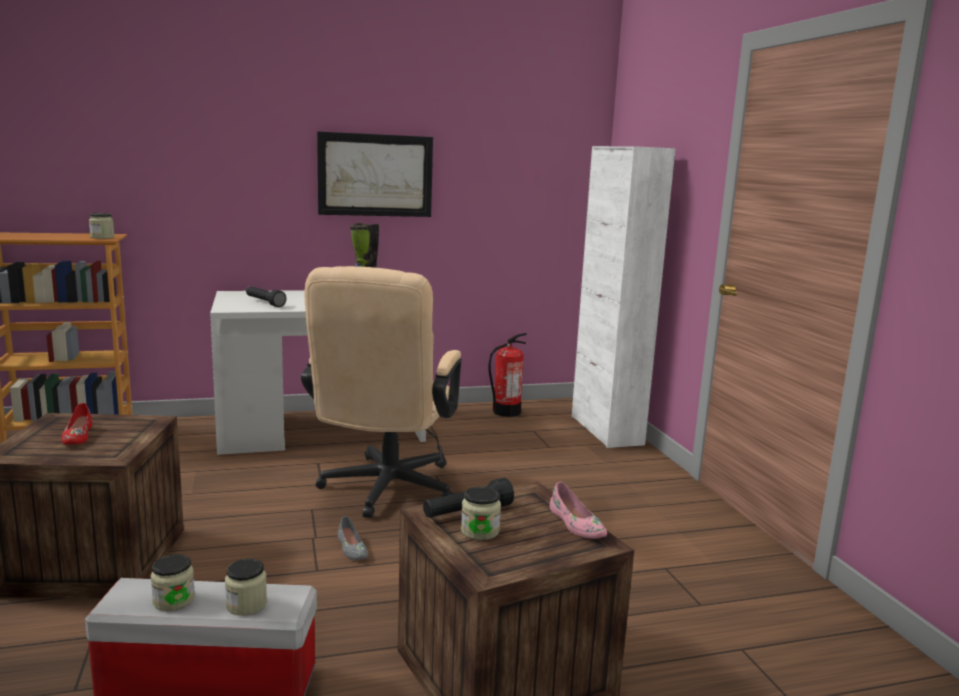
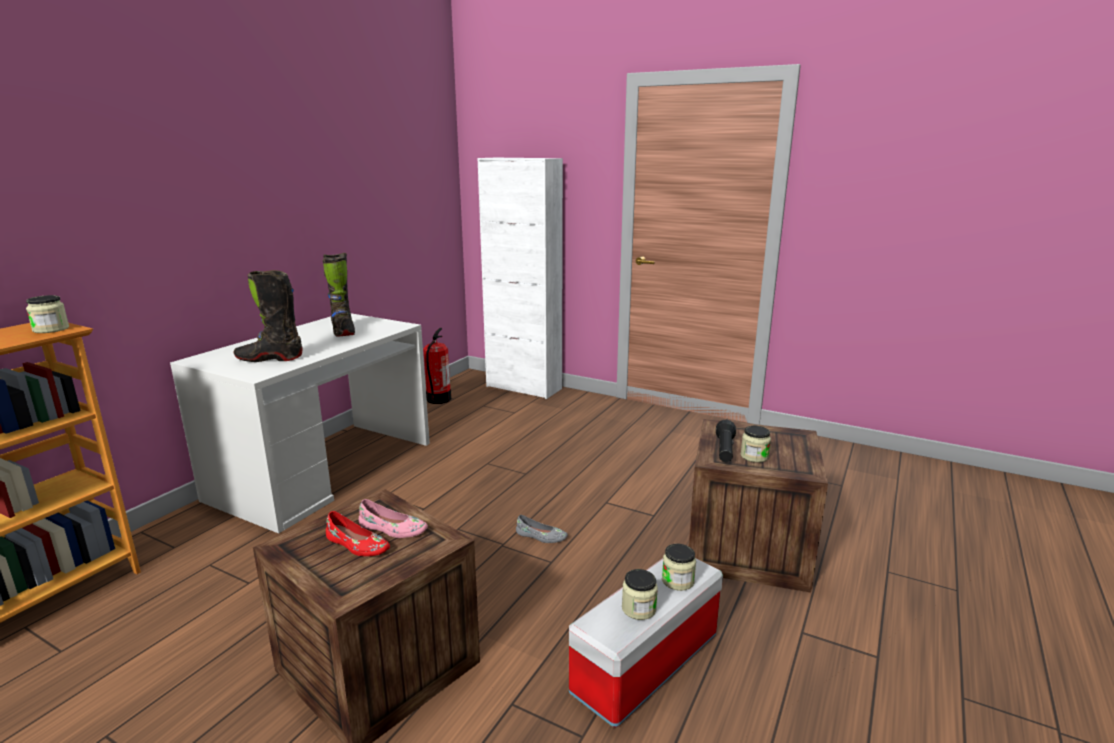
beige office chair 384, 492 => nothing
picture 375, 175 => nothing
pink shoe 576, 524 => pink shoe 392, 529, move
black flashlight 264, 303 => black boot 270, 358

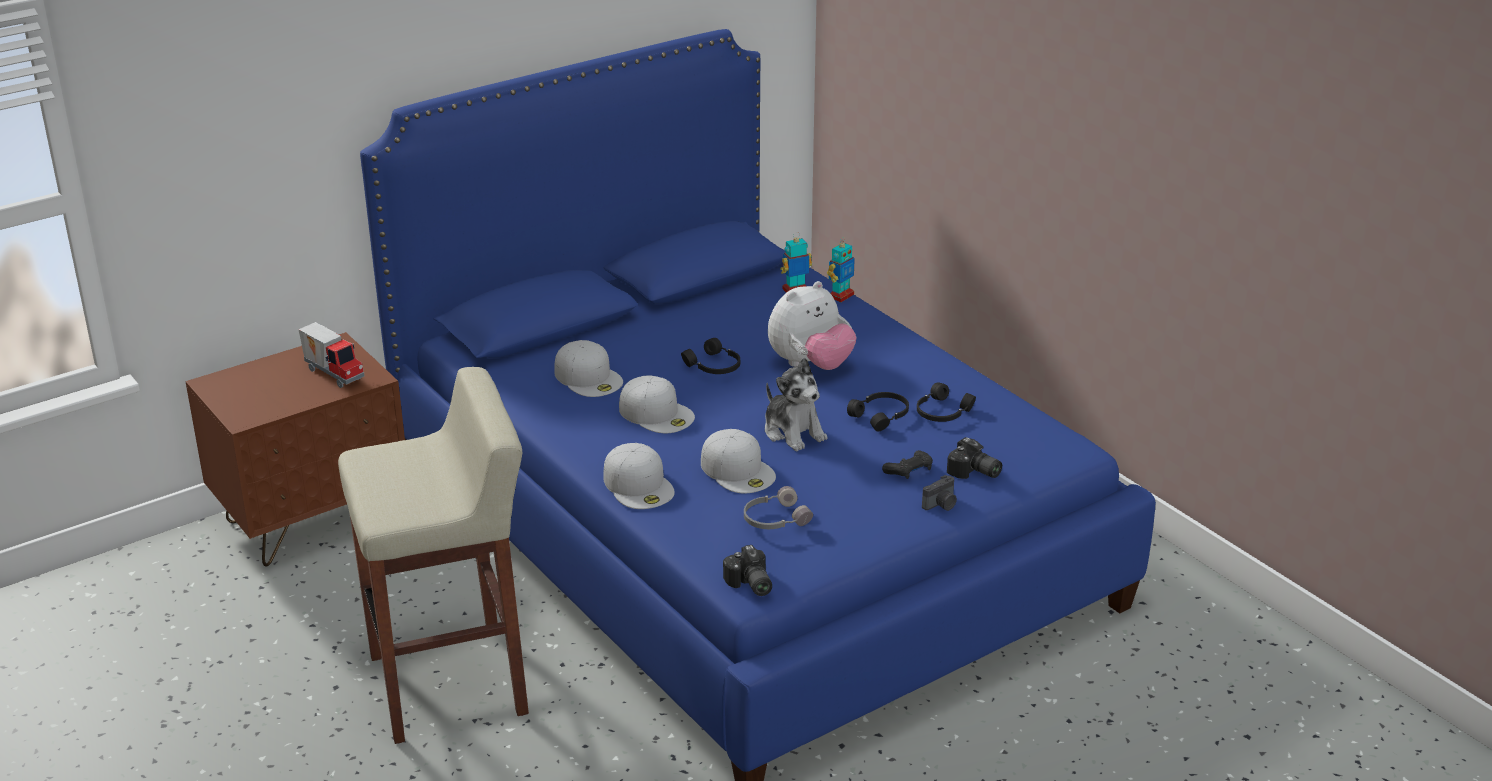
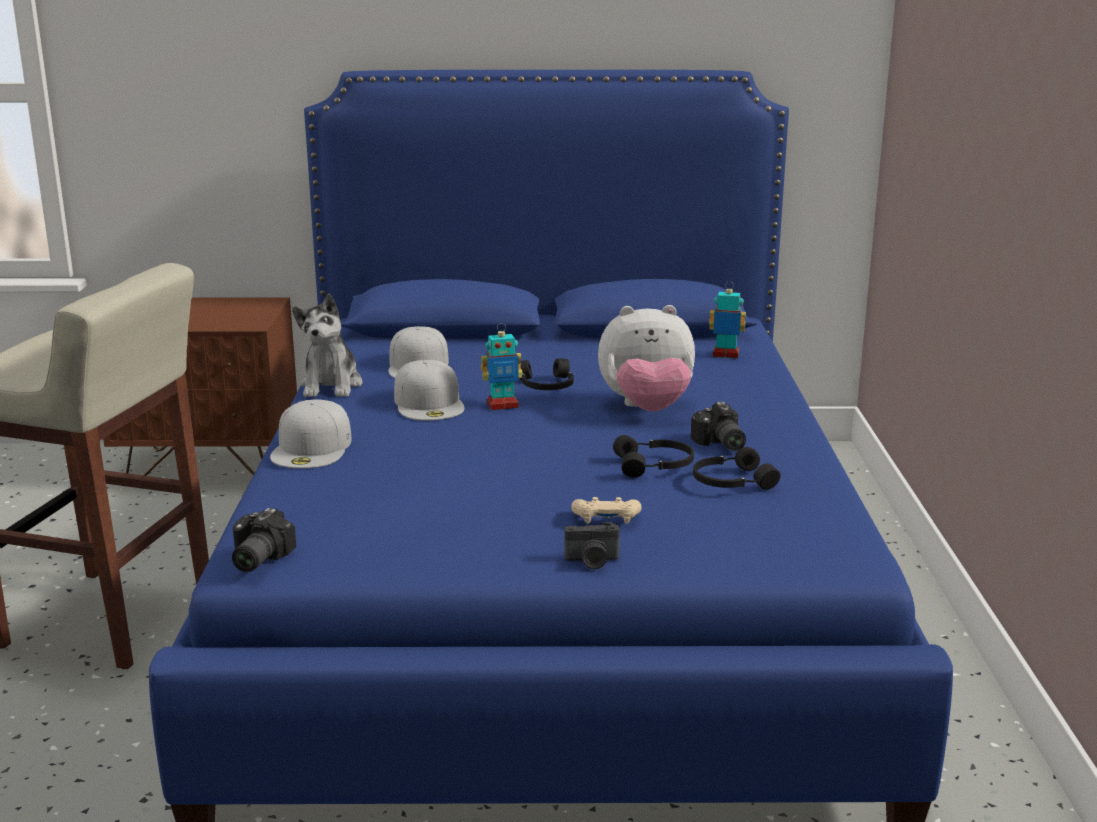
toy truck 335, 373 => nothing
white cap 738, 470 => nothing
grey headphones 774, 519 => nothing
plush toy 793, 432 => plush toy 331, 385, move
toy robot 841, 296 => toy robot 502, 405, move
photo camera 974, 473 => photo camera 719, 444, move
black game controller 909, 471 => beige game controller 606, 519

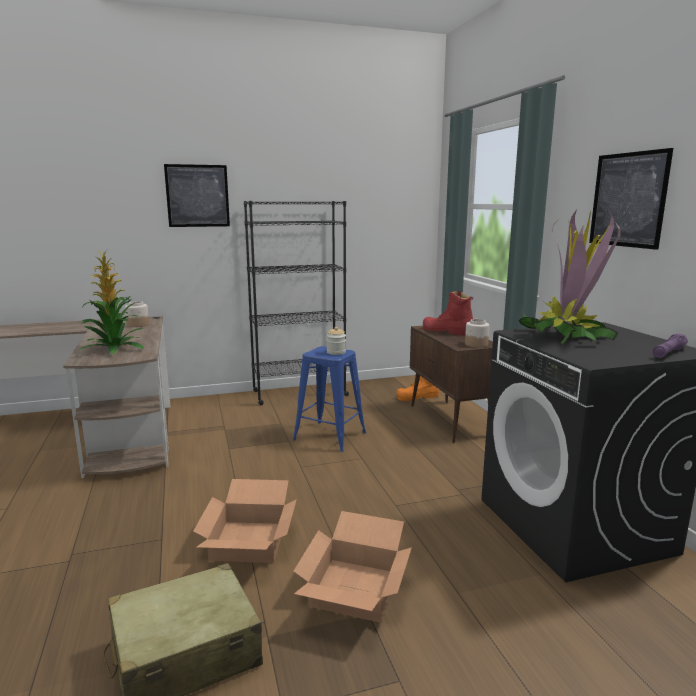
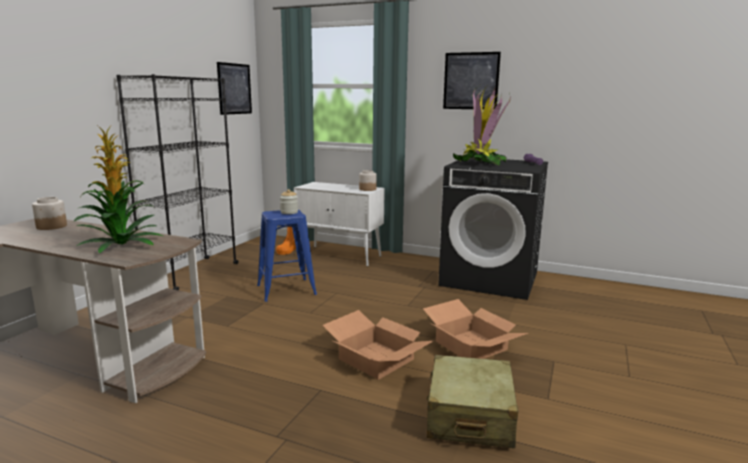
red boot 446, 331 => nothing
picture 197, 196 => picture 234, 89, move
brown cabinet 450, 421 => white cabinet 340, 256

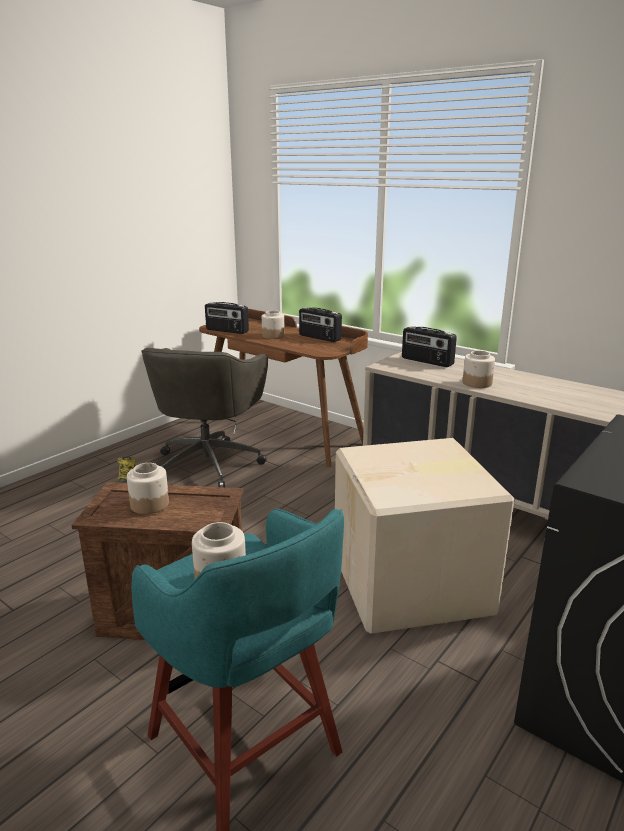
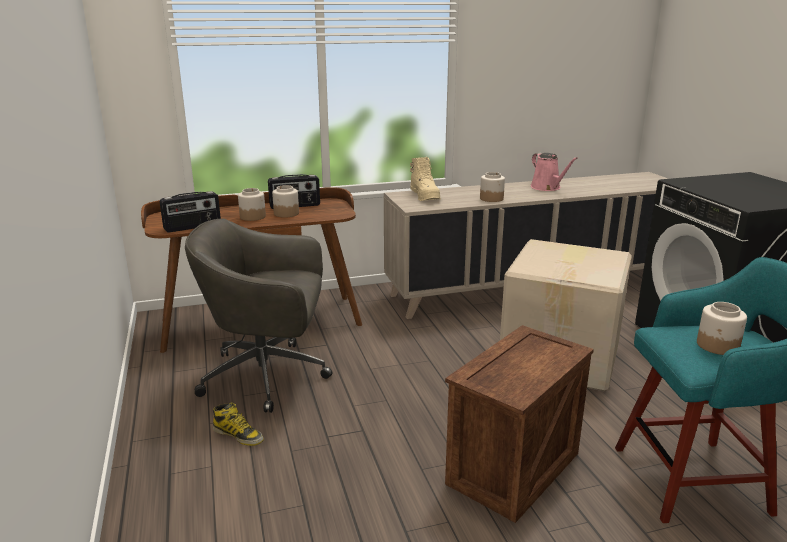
nothing => pink watering can 547, 188
jar 150, 504 => jar 286, 213, move
radio 427, 361 => beige boot 425, 196
grey office chair 209, 463 => grey office chair 268, 376, 135 degrees clockwise

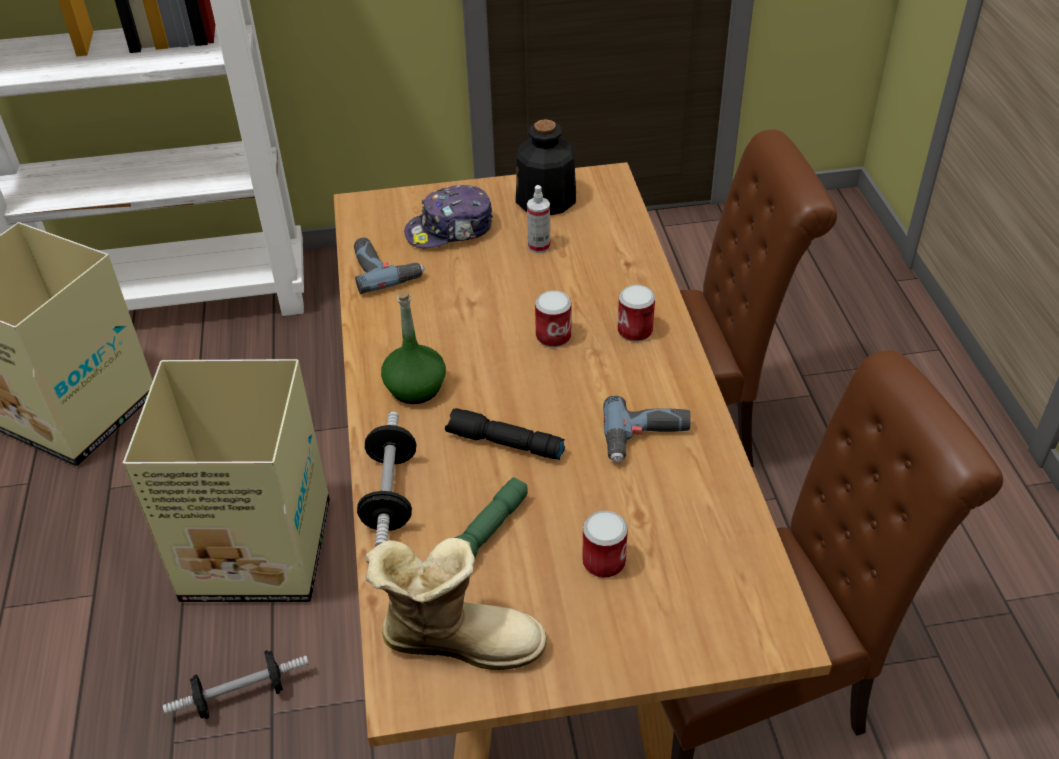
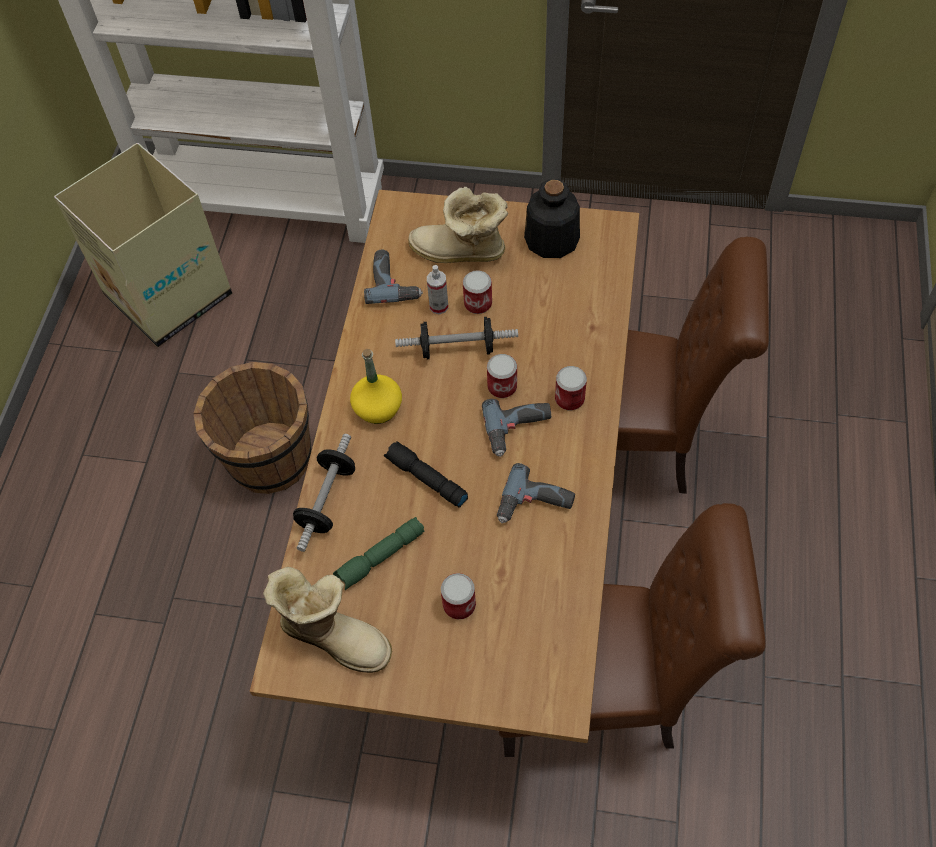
nothing => can 478, 303
nothing => power drill 519, 430
dumbbell 241, 696 => dumbbell 457, 348, move
spray bottle 539, 246 => spray bottle 439, 306, move
cardboard box 254, 550 => brown bucket 269, 458
cap 450, 230 => boot 460, 253
green bottle 415, 388 => yellow bottle 377, 408

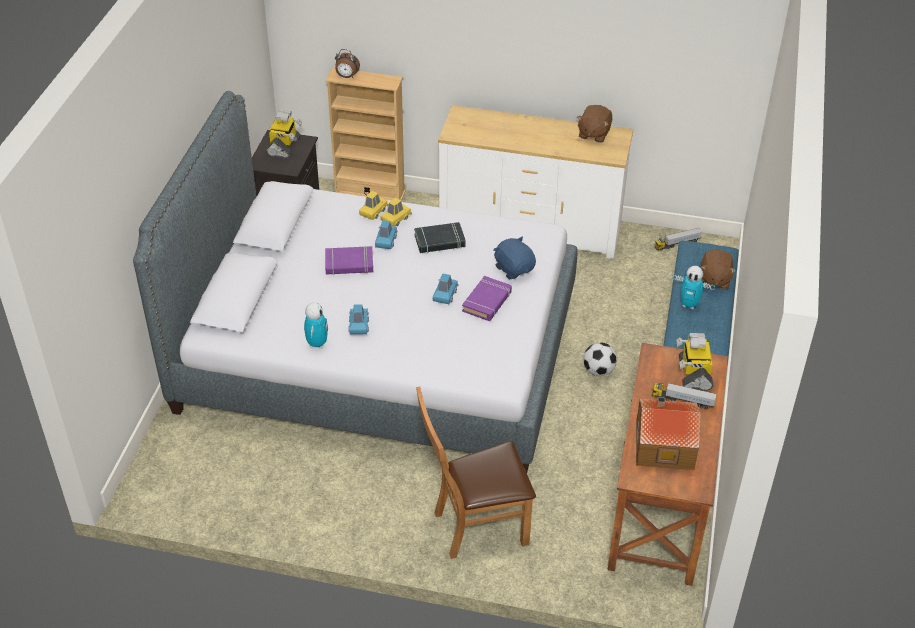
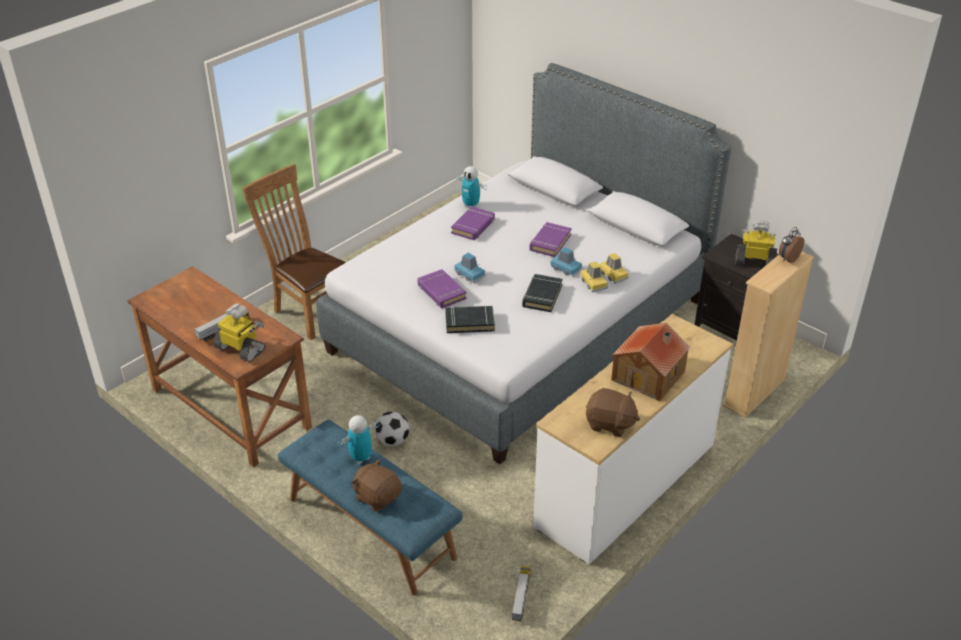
toy house 663, 444 => toy house 650, 375, move
blue toy car 358, 325 => purple book 473, 226
blue plush toy 514, 269 => black book 469, 322
toy robot 284, 147 => toy robot 755, 261, 150 degrees clockwise
brown chair 474, 527 => brown chair 309, 311, 60 degrees counterclockwise
brown plush toy 593, 134 => brown plush toy 610, 424, 150 degrees clockwise

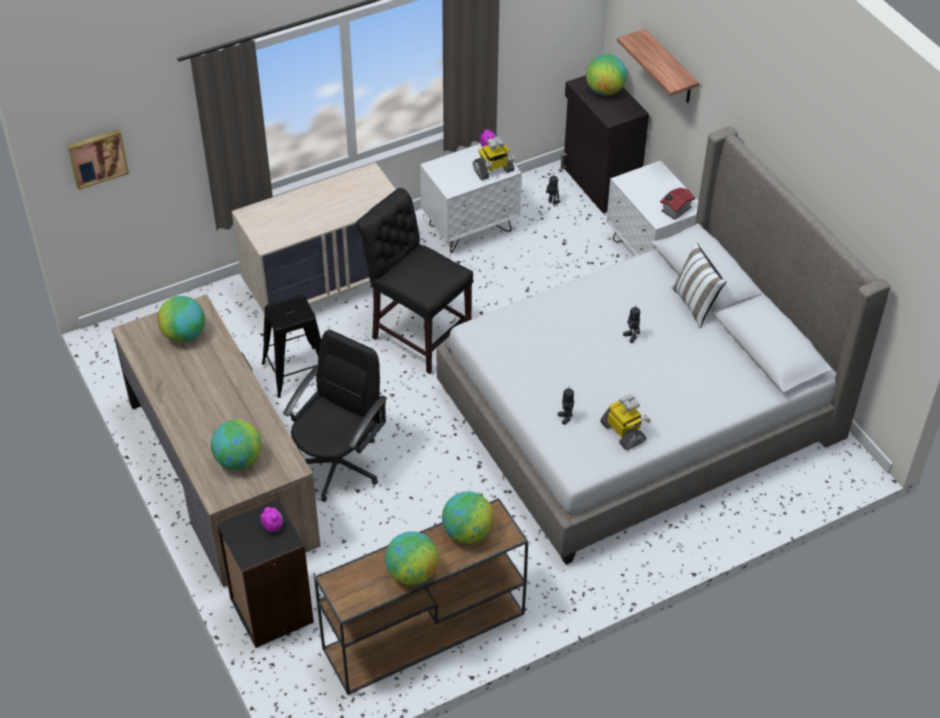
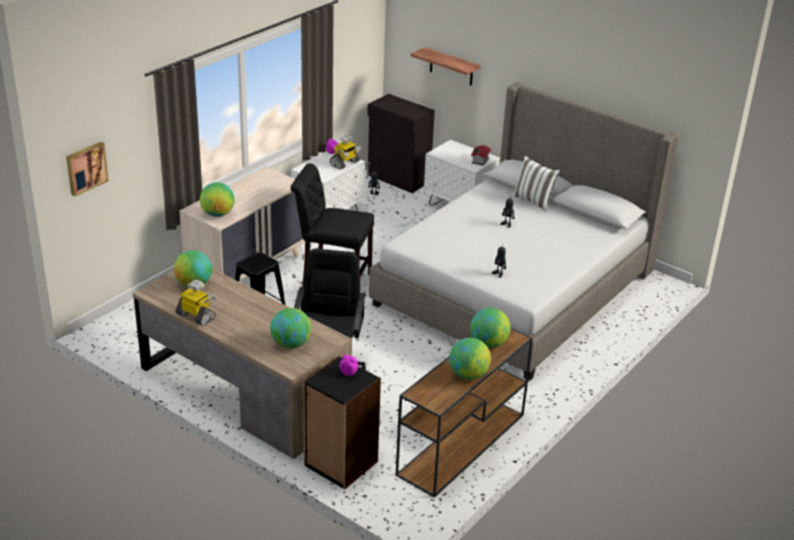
globe 605, 91 => globe 218, 214, move
toy robot 623, 432 => toy robot 196, 316, move

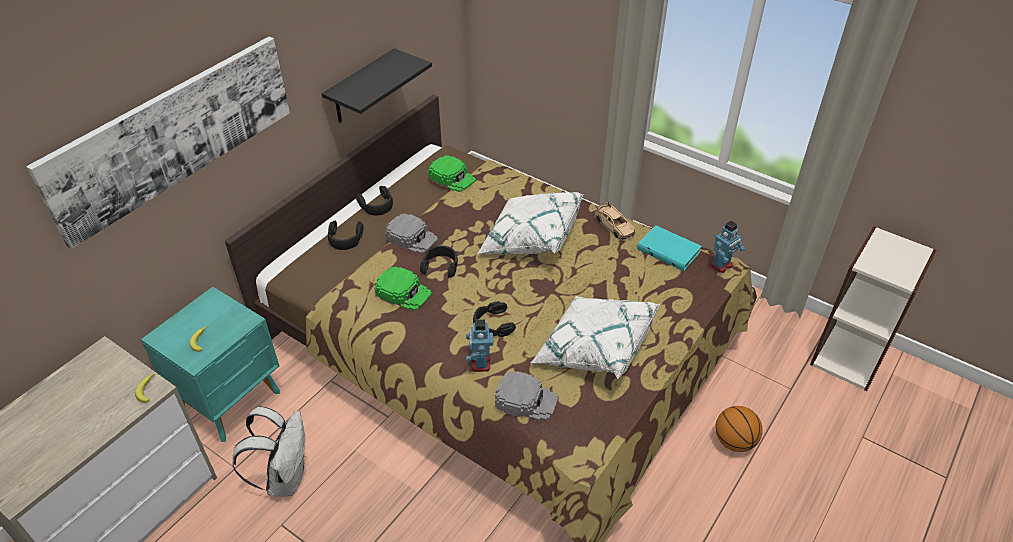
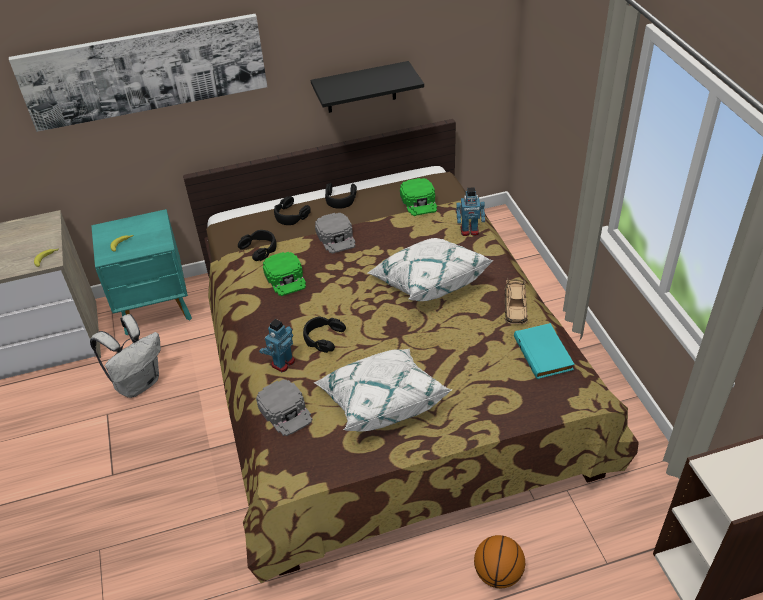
black headphones 440, 266 => black headphones 260, 248, move
toy robot 722, 265 => toy robot 469, 231, move

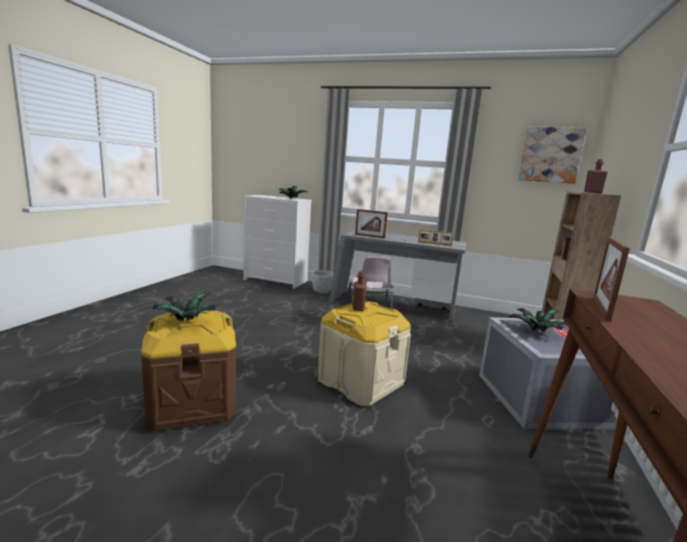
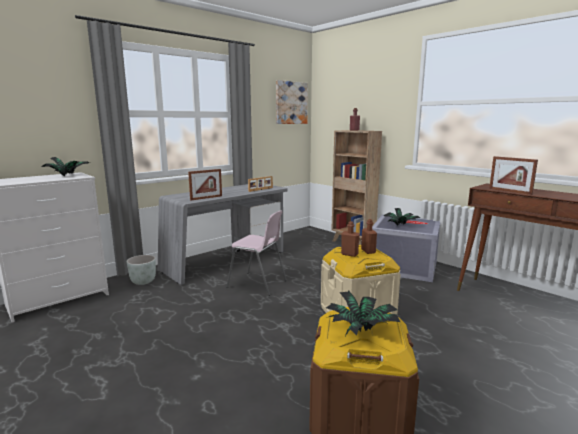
nothing => brown bottle 368, 251

